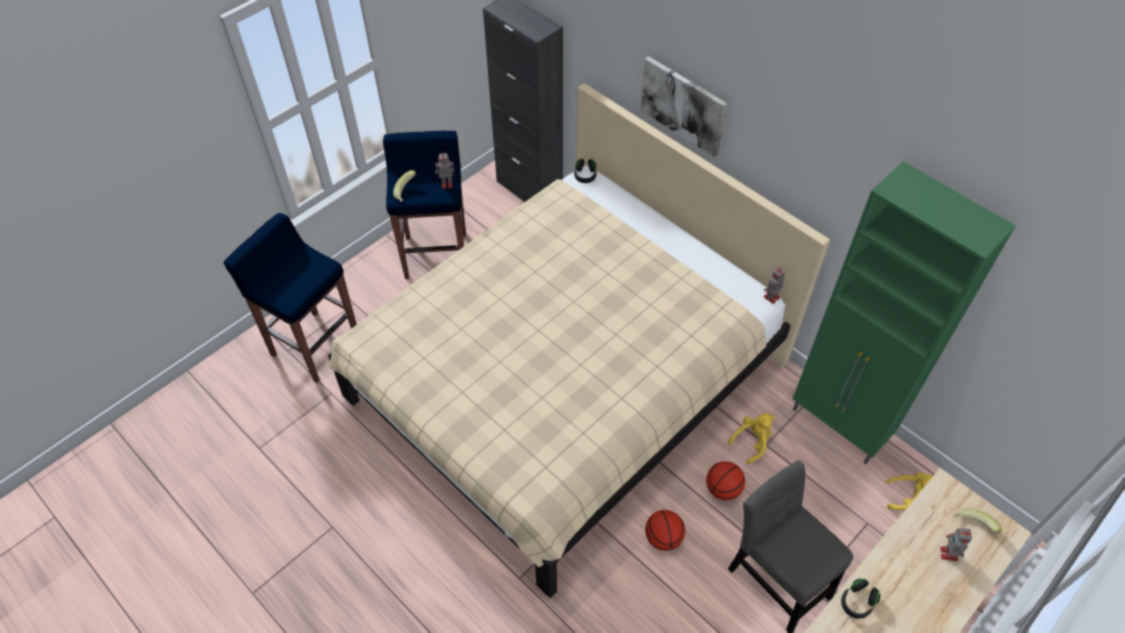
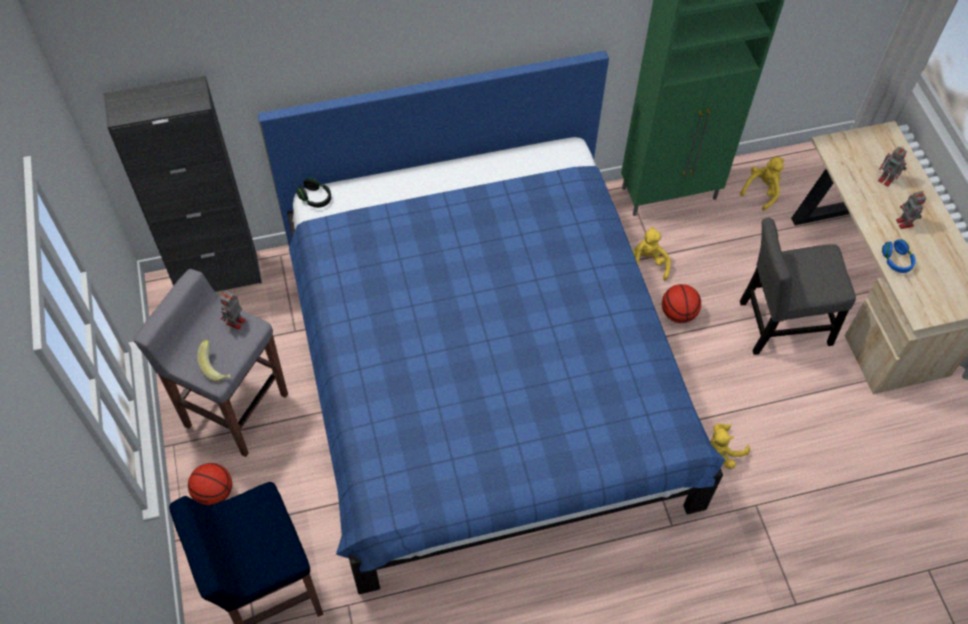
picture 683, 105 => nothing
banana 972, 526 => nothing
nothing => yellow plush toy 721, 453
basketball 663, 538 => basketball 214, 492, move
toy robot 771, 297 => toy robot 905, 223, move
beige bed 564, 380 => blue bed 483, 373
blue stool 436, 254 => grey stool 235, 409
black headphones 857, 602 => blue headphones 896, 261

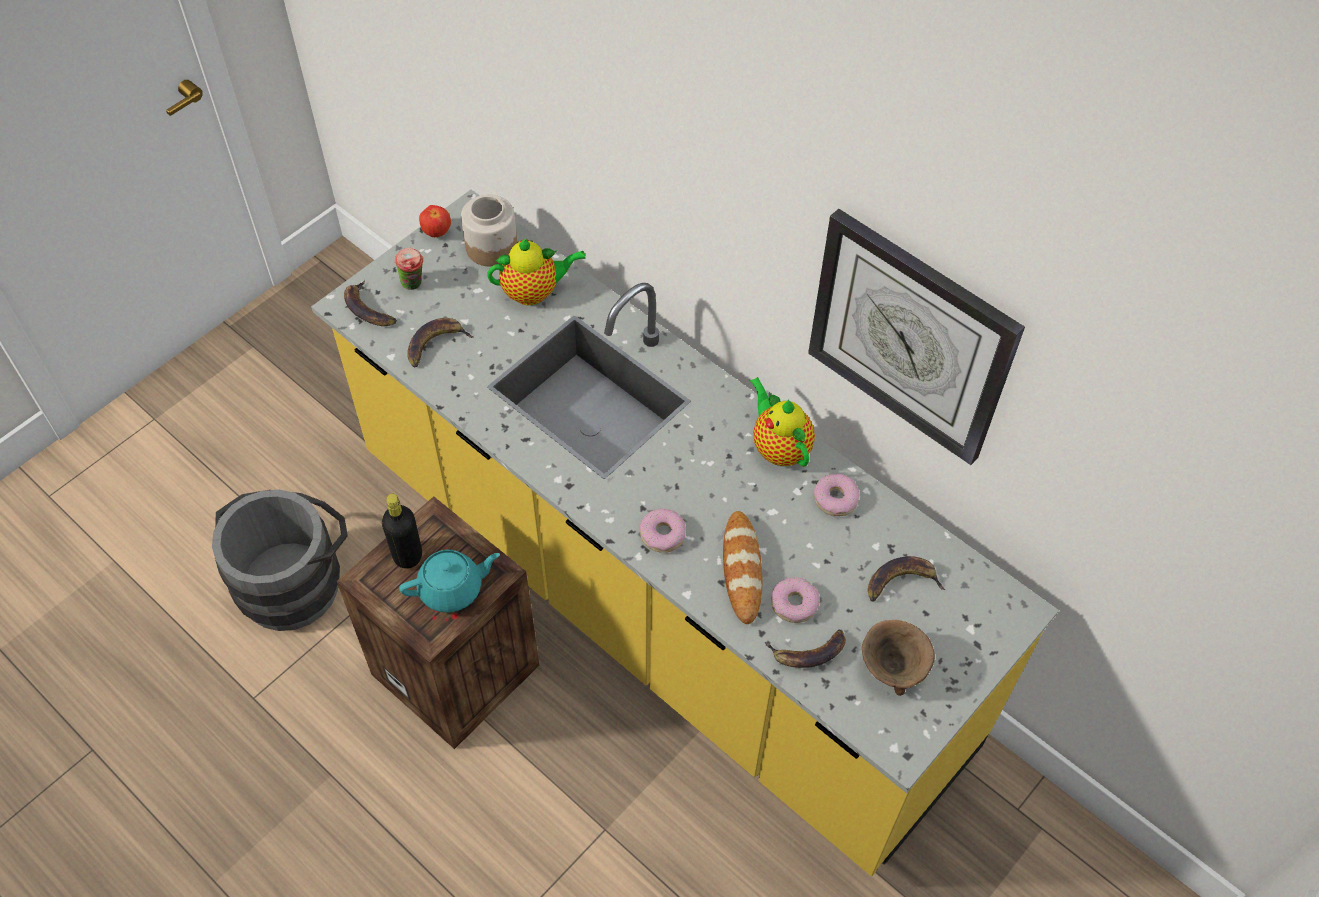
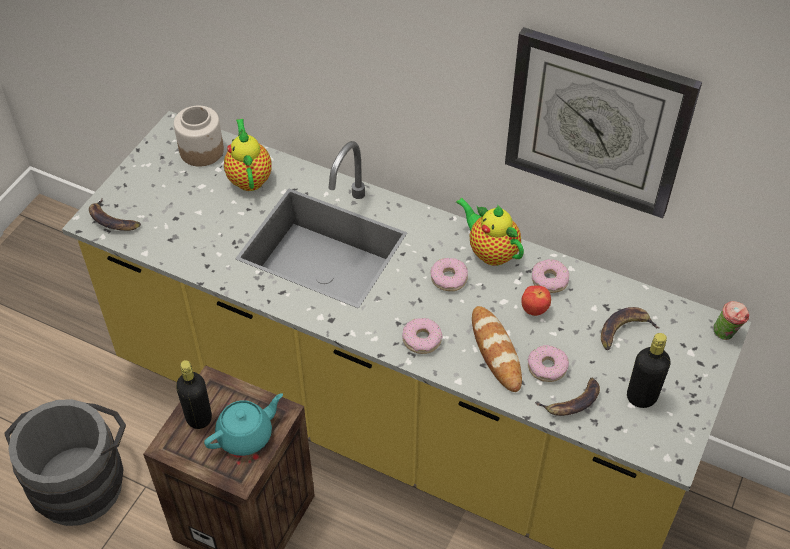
banana 435, 344 => nothing
nothing => donut 449, 278
cup 414, 285 => cup 726, 334, move
apple 437, 232 => apple 534, 310, move
brown bowl 891, 668 => black bottle 641, 397
teapot 534, 292 => teapot 249, 177, 75 degrees counterclockwise

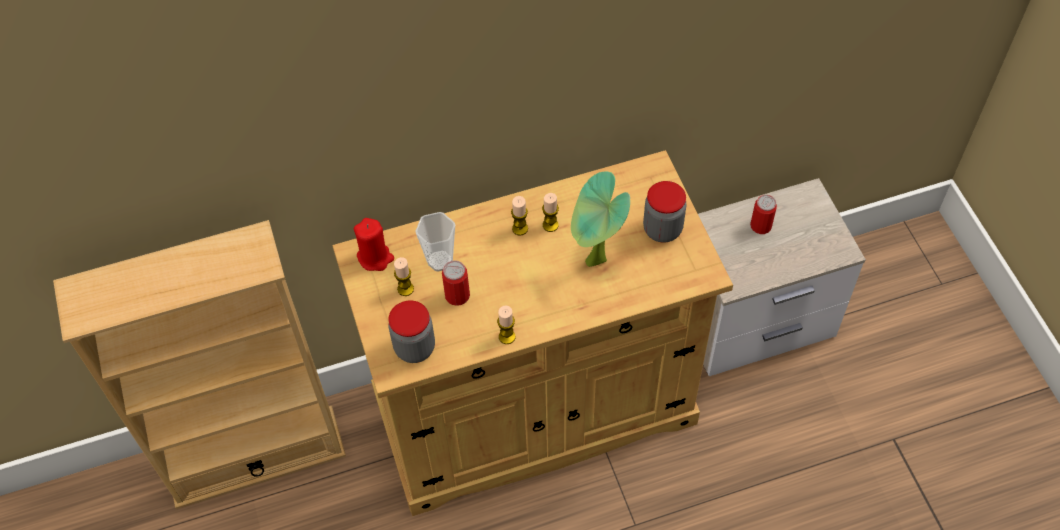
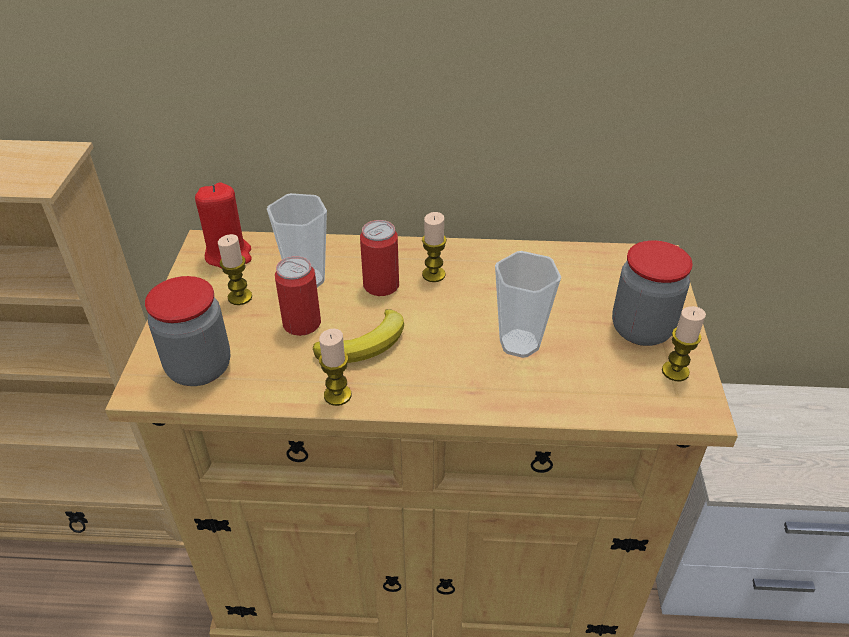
nothing => banana 365, 344
candle 550, 225 => candle 675, 371, move
can 761, 226 => can 381, 285, move
potted plant 595, 264 => cup 519, 343

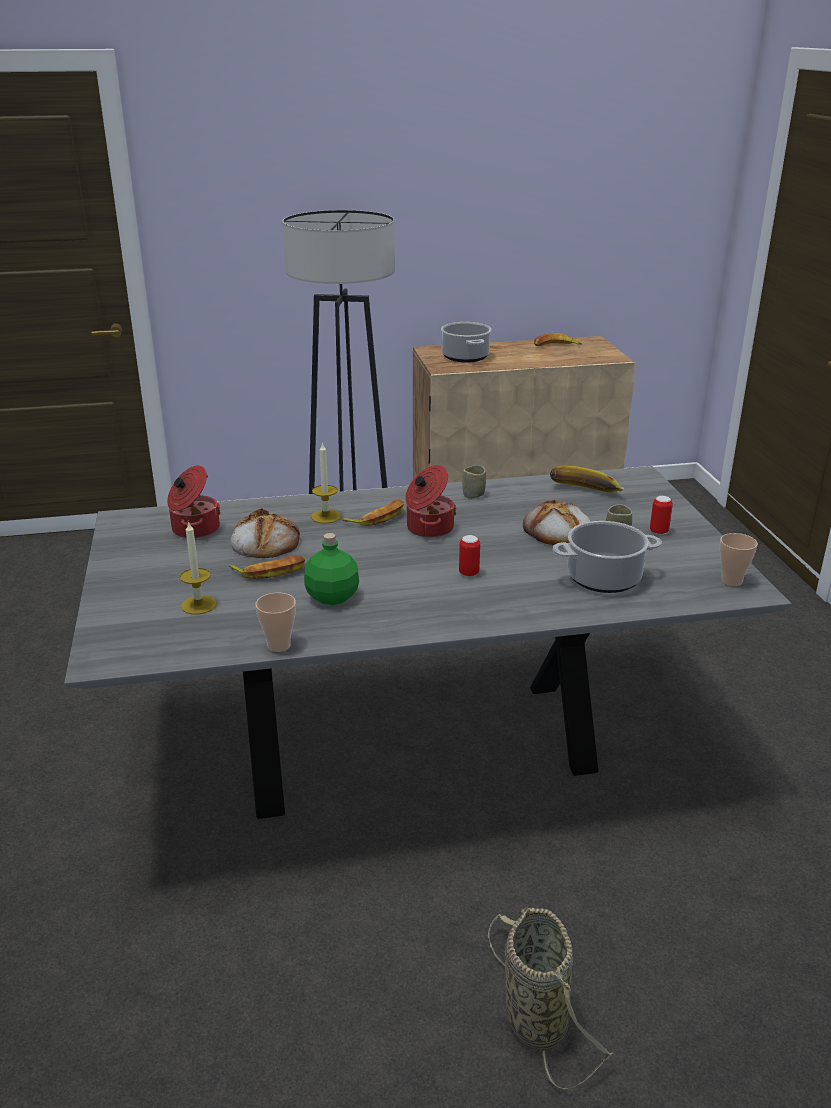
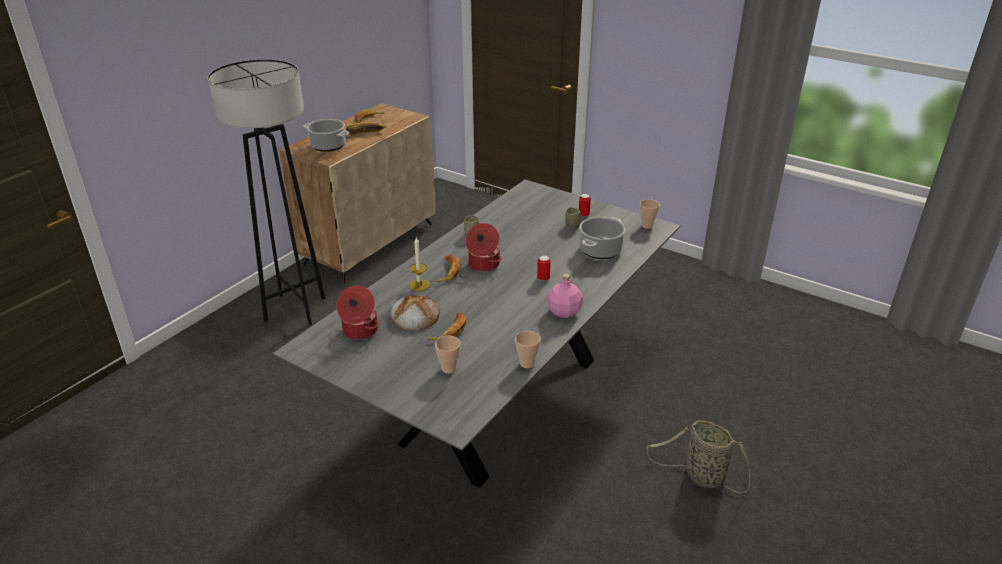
green bottle 332, 596 => nothing
bread 556, 531 => nothing
nothing => pink bottle 564, 312
banana 584, 492 => banana 366, 135, move
candle 198, 605 => cup 448, 369

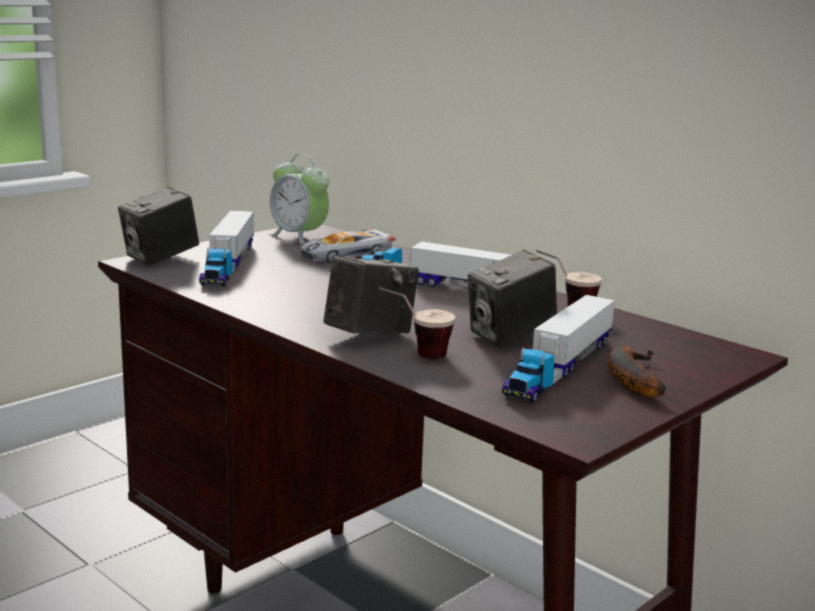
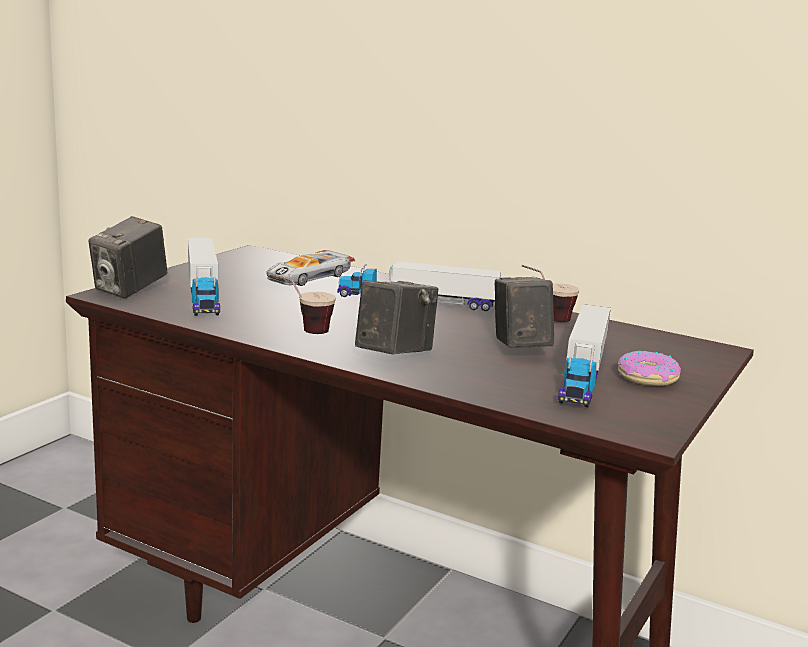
alarm clock 298, 237 => nothing
cup 414, 355 => cup 301, 332, move
banana 629, 378 => donut 647, 378
photo camera 510, 337 => photo camera 519, 347, 135 degrees clockwise

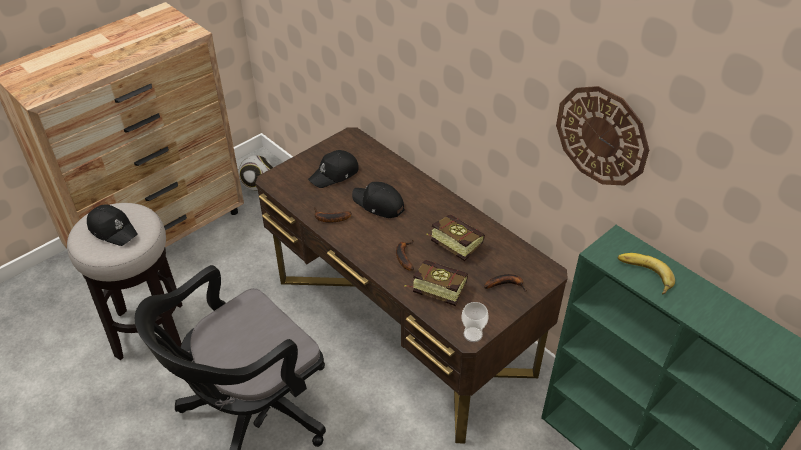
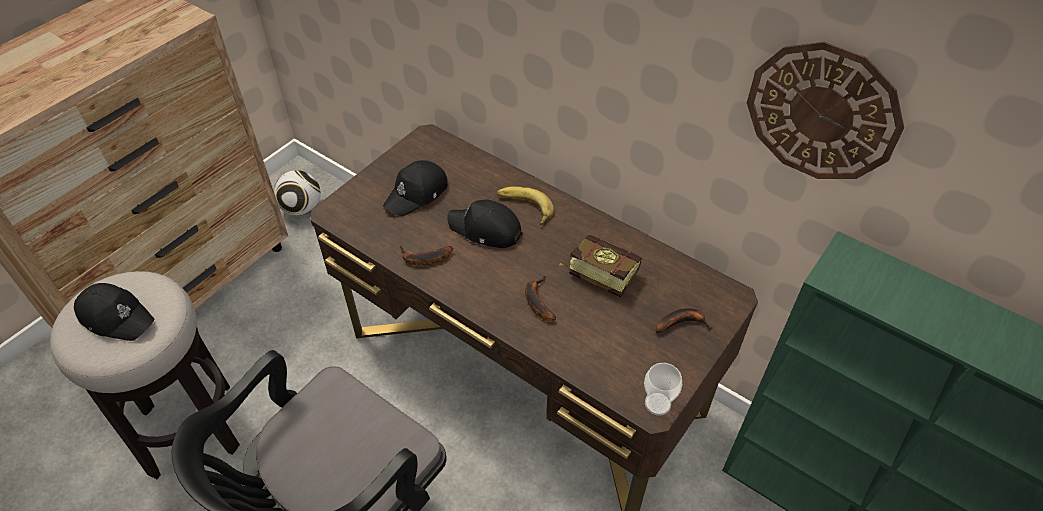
book 434, 289 => nothing
banana 643, 275 => banana 524, 208, move

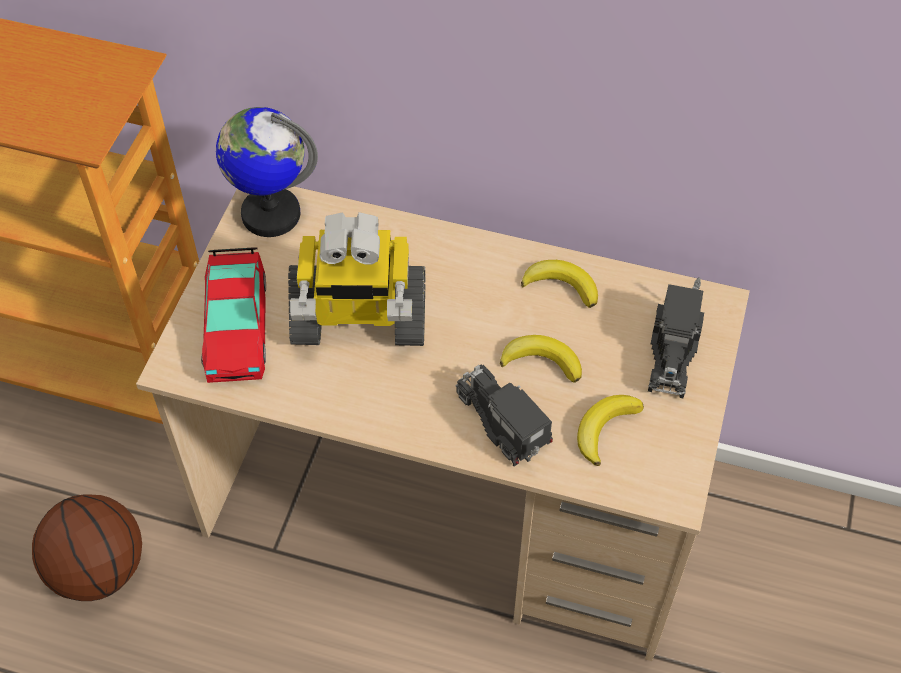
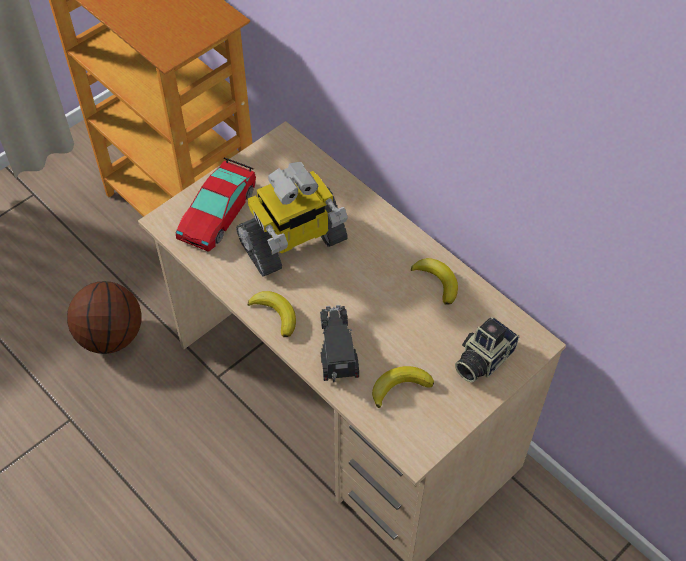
globe 270, 214 => nothing
banana 542, 361 => banana 275, 314, move
toy truck 672, 351 => photo camera 482, 359
toy robot 358, 319 => toy robot 293, 242, 60 degrees counterclockwise

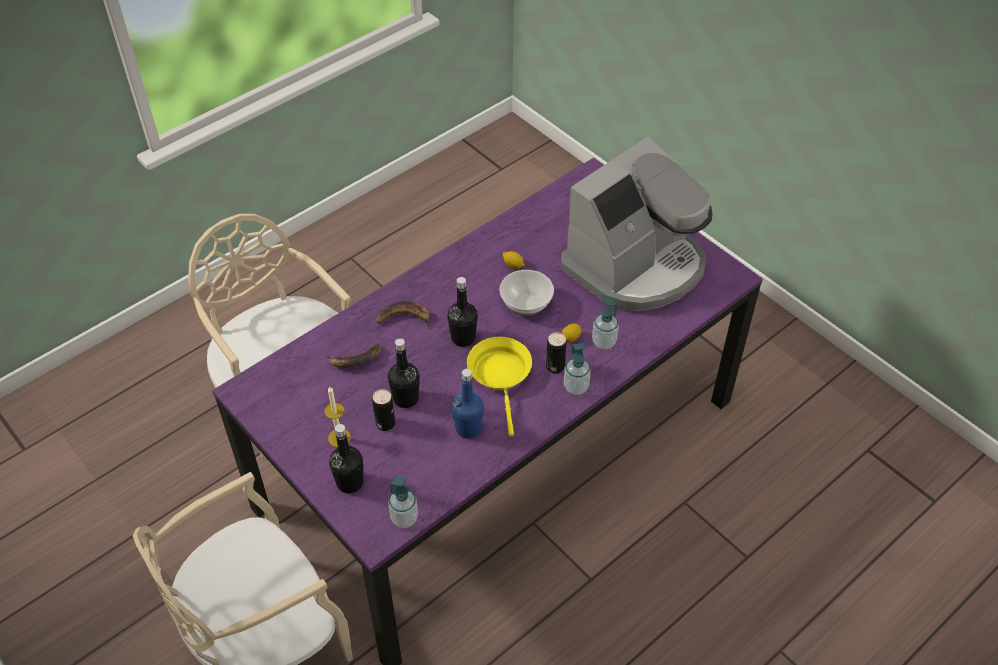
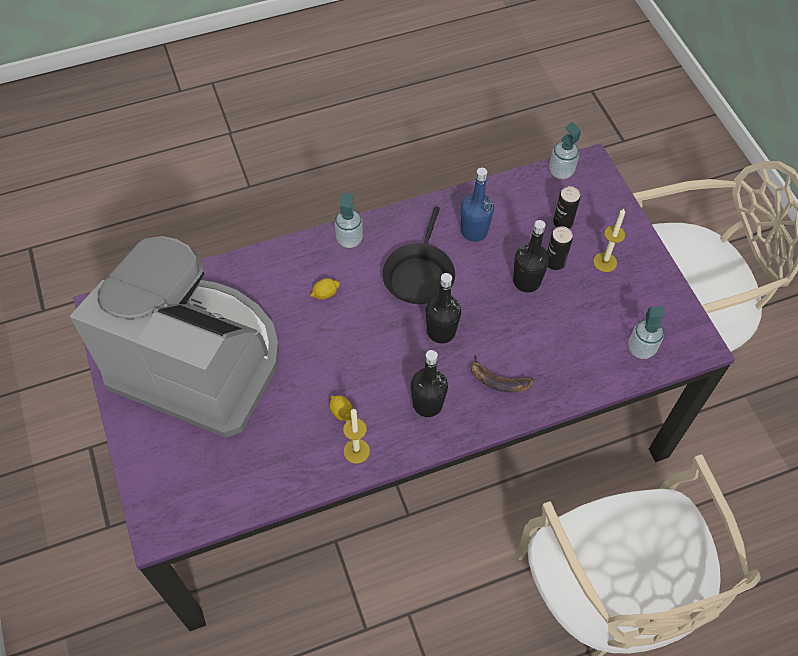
banana 354, 359 => nothing
bowl 526, 305 => nothing
nothing => candle 356, 451
black bottle 350, 482 => black bottle 427, 404, move
can 555, 366 => can 562, 222, move
soap dispenser 604, 342 => soap dispenser 641, 349, move
yellow frying pan 501, 375 => black frying pan 419, 275
coffee machine 636, 266 => coffee machine 199, 360, 45 degrees clockwise

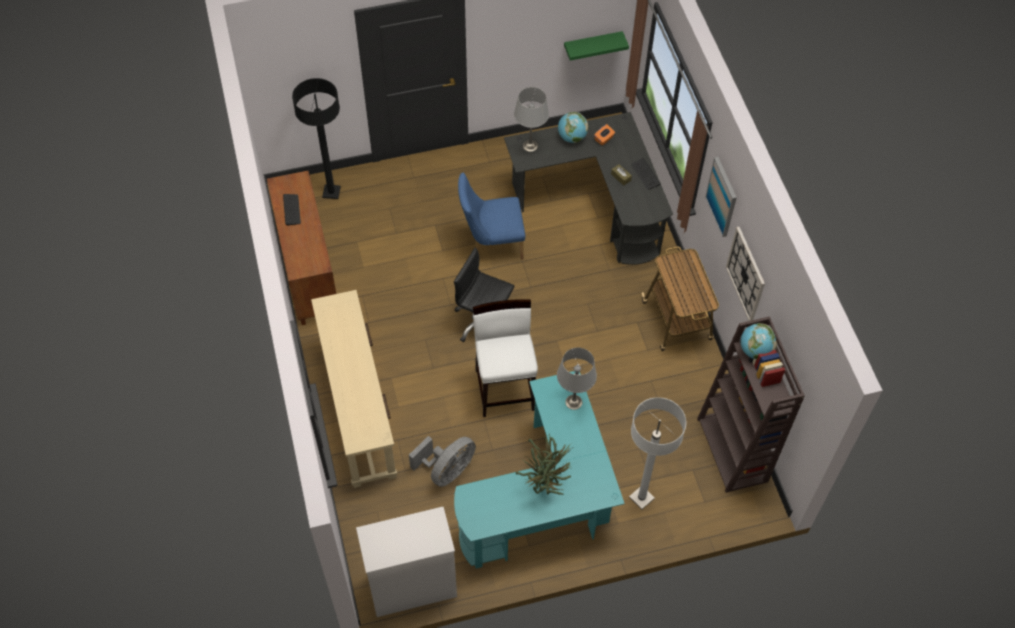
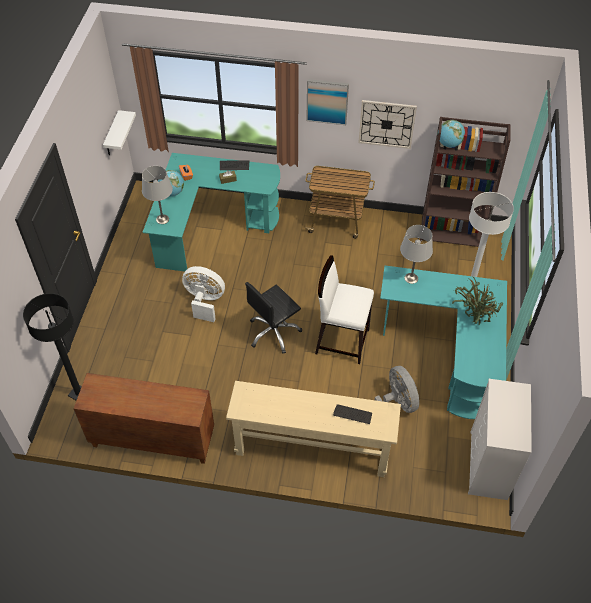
keyboard 292, 210 => keyboard 352, 414, move
blue chair 491, 244 => white fan 204, 301
black desk 596, 205 => turquoise desk 210, 226
green shelf 592, 45 => white shelf 112, 135

